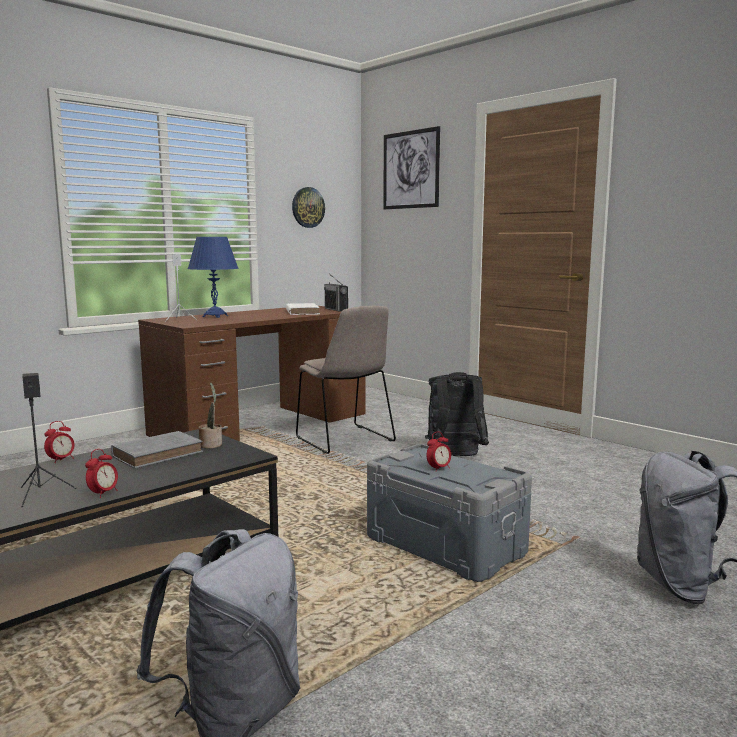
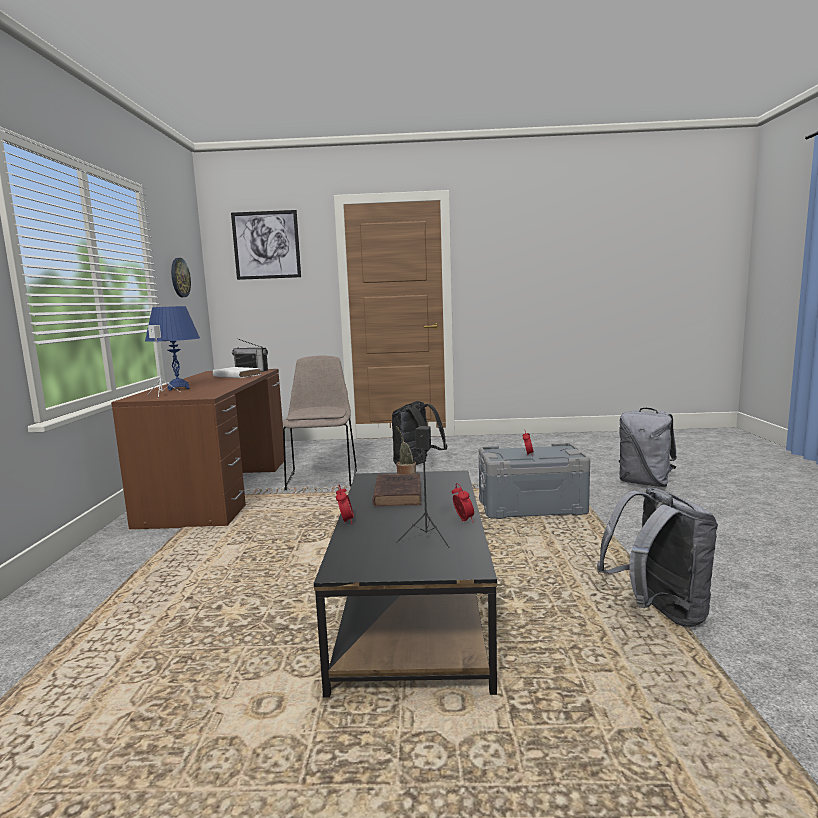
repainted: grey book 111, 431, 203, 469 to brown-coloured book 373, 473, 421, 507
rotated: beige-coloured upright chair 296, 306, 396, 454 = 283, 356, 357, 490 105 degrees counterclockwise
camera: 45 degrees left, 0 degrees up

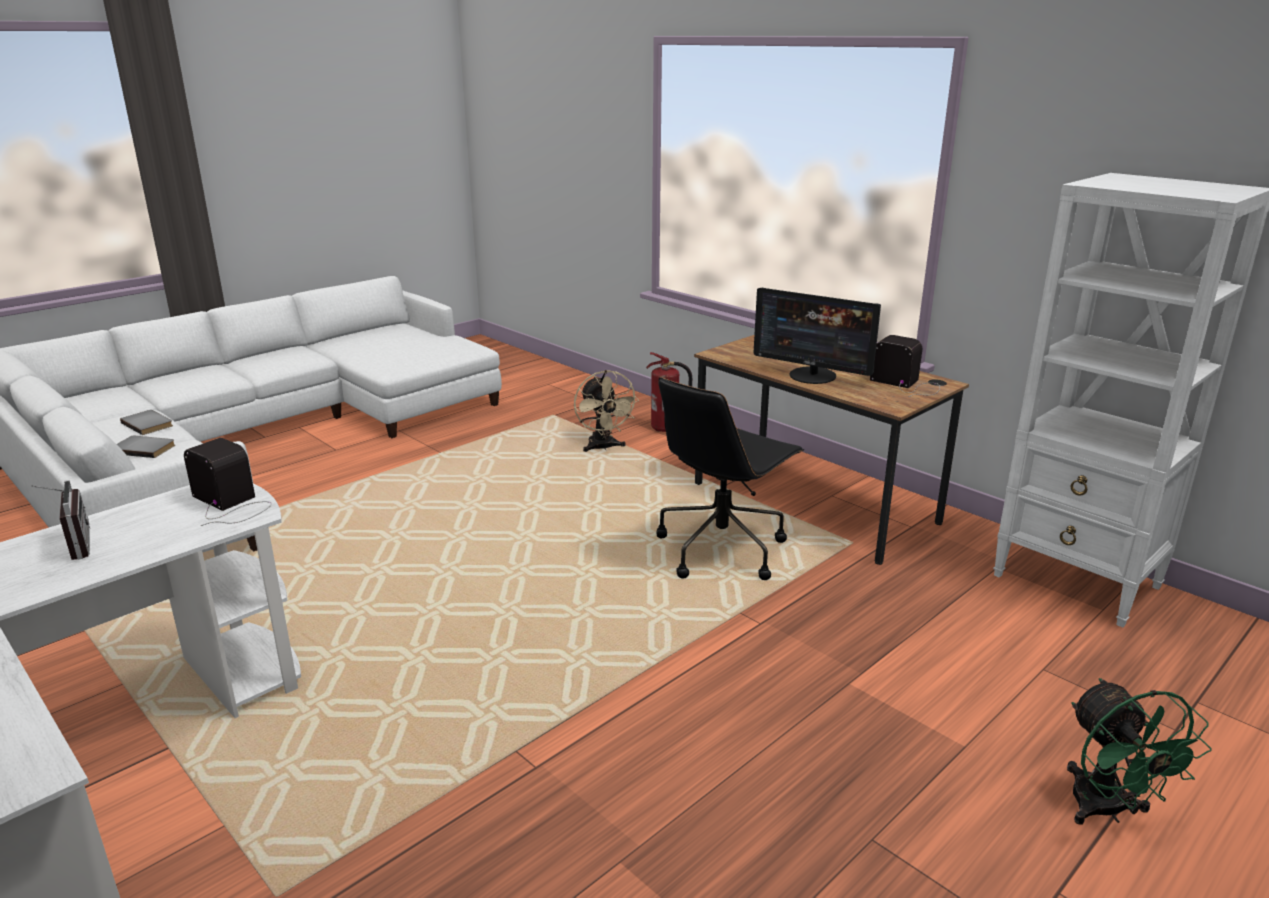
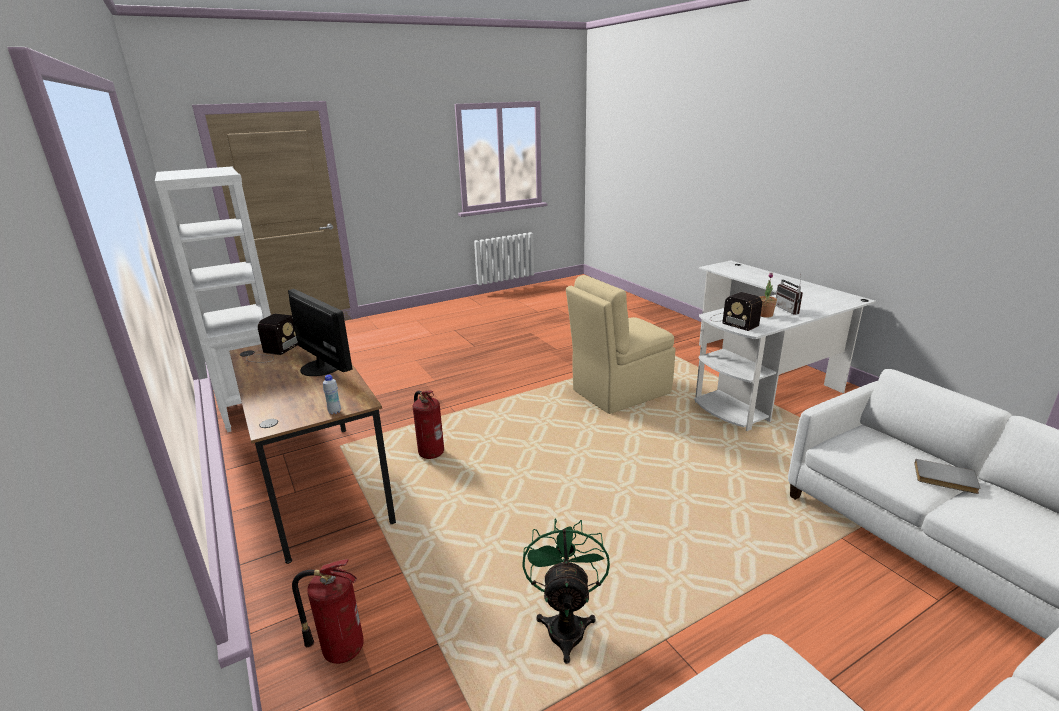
gone: beige-coloured cooling fan 574, 370, 639, 452; grey book 120, 410, 173, 435
new: plant in a pot 760, 273, 777, 318; beige-coloured upright chair 566, 275, 675, 414; whitish bottle 323, 375, 341, 414
shifted: green-coloured cooling fan 1067, 678, 1212, 825 to 522, 518, 610, 664
swapped: blackish desk chair 656, 377, 804, 580 to fire extinguisher 413, 390, 444, 459
rotated: radio receiver 870, 335, 940, 397 = 245, 314, 298, 362 120 degrees counterclockwise
camera: 165 degrees left, 0 degrees up

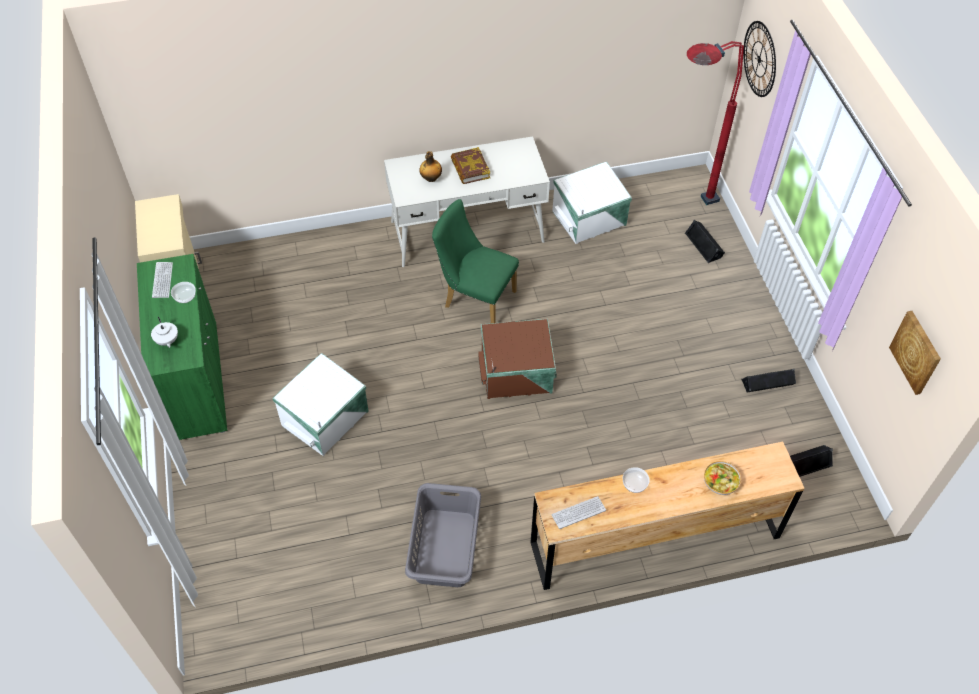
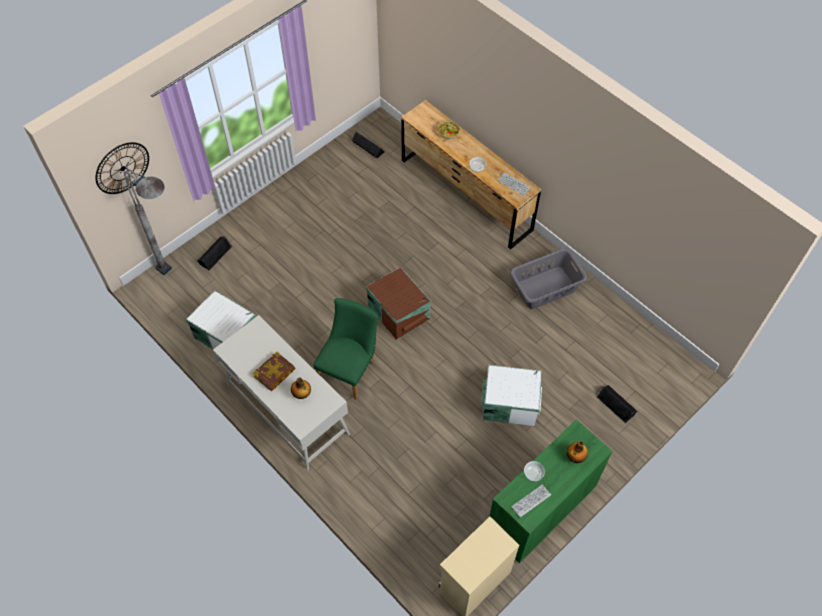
gone: wall picture 889, 311, 941, 395
shifted: blackish loudspeaker 741, 369, 796, 392 to 597, 385, 637, 424
swapped: whitish teapot 151, 317, 178, 348 to bottle 567, 441, 588, 463
repainted: reddish floor lamp 687, 41, 744, 205 to grey floor lamp 123, 168, 172, 275
rotated: green-coloured upright chair 432, 199, 519, 323 = 313, 298, 378, 400 150 degrees counterclockwise
camera: 120 degrees left, 5 degrees up

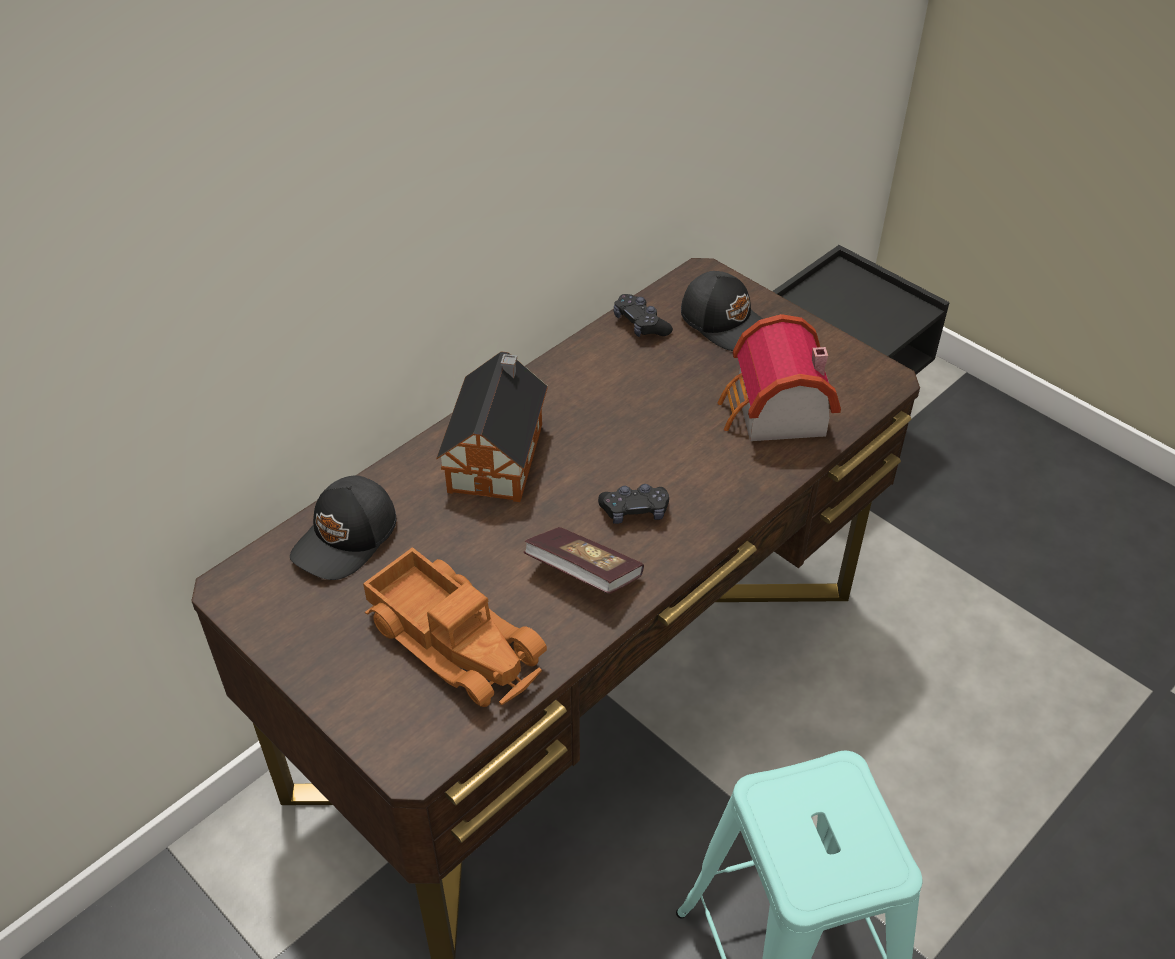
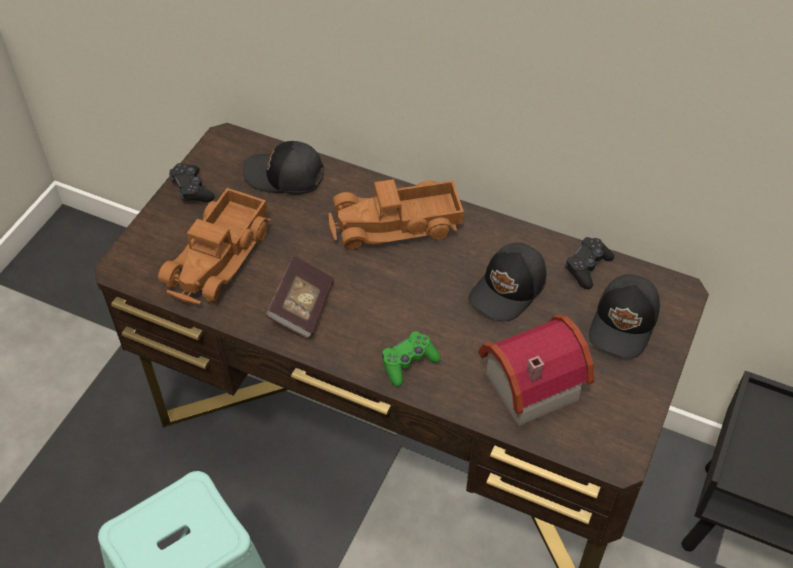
new: blackish peaked cap 468, 243, 546, 322; green-coloured game controller 382, 331, 441, 387
shifted: blackish game controller 598, 484, 669, 524 to 169, 163, 215, 202
swapped: miniature house 436, 351, 548, 502 to model truck 329, 179, 464, 249
camera: 70 degrees right, 5 degrees up

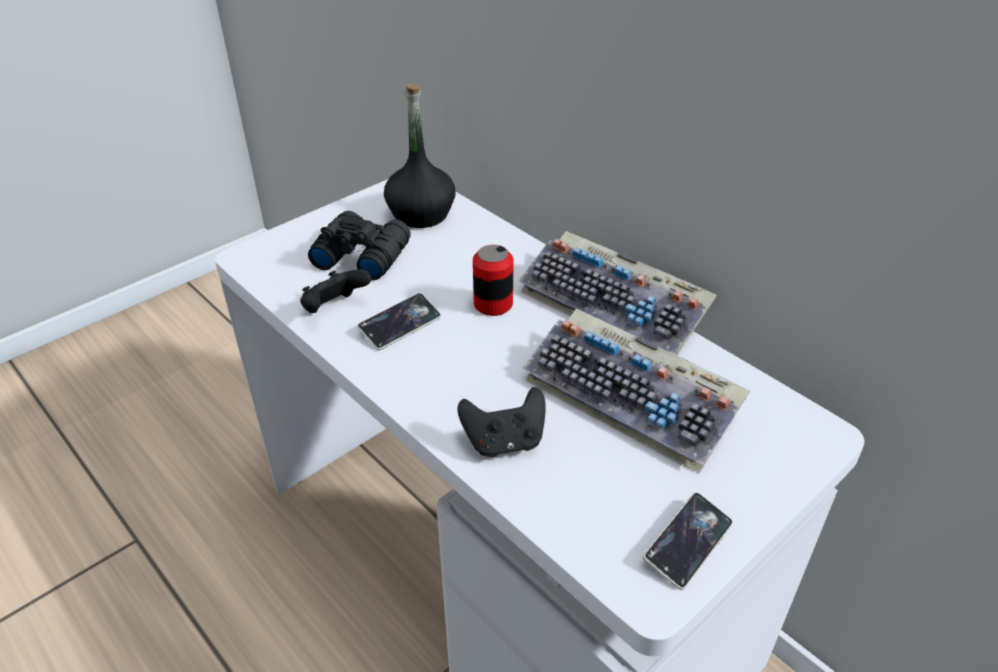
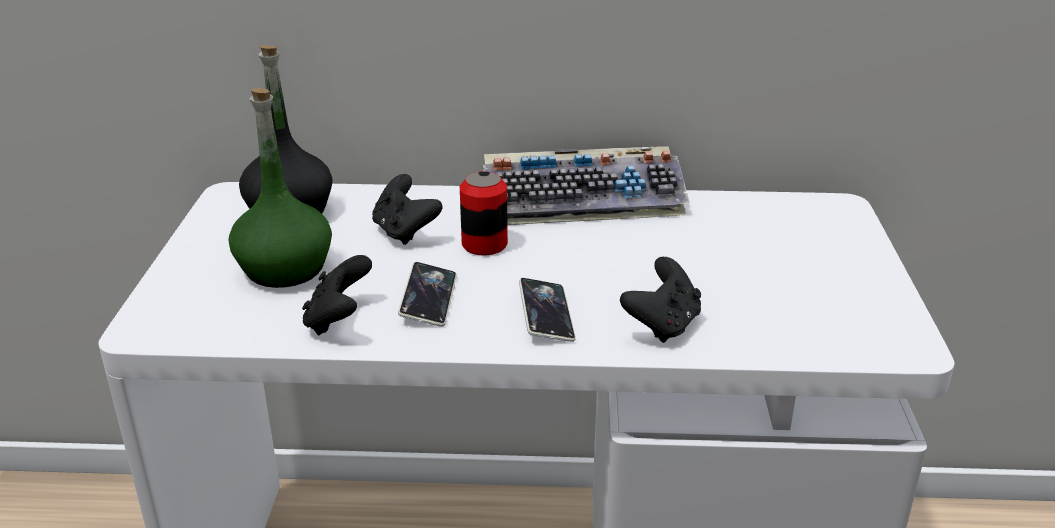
gone: PC keyboard 523, 309, 750, 473
new: blackish game controller 372, 174, 442, 245
shifted: handset 643, 492, 733, 590 to 519, 278, 576, 342
swapped: blackish binoculars 308, 211, 411, 280 to green-coloured bottle 229, 88, 332, 288
camera: 45 degrees left, 10 degrees down

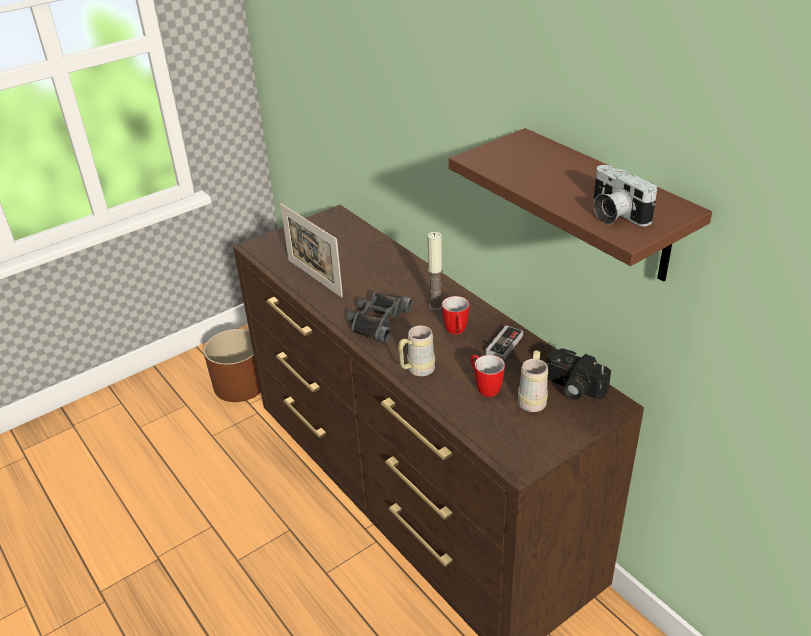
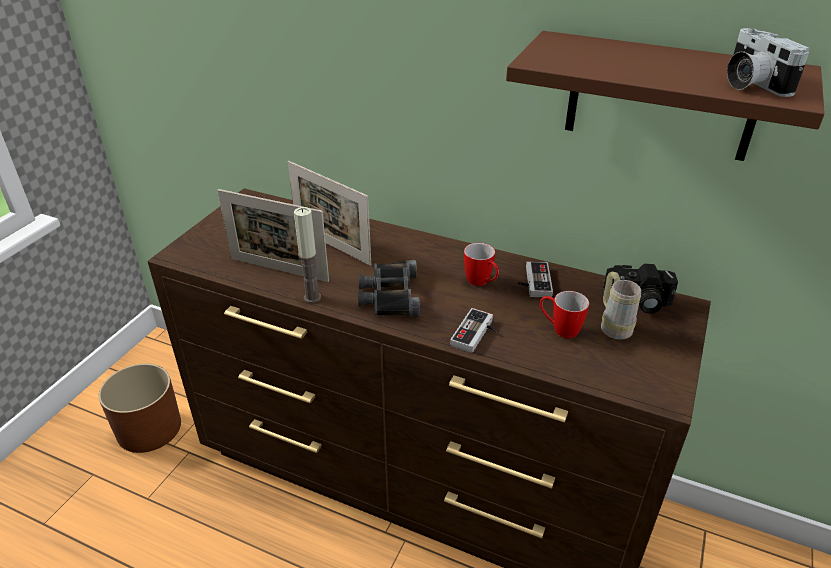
new: standing frame 288, 161, 371, 266
shifted: wax candle 428, 232, 443, 311 to 294, 207, 321, 303
swapped: beige-coloured coffee mug 398, 326, 435, 376 to game controller 450, 308, 498, 353
rotated: still camera 593, 165, 657, 227 = 727, 28, 810, 97 45 degrees clockwise
camera: 30 degrees left, 0 degrees up

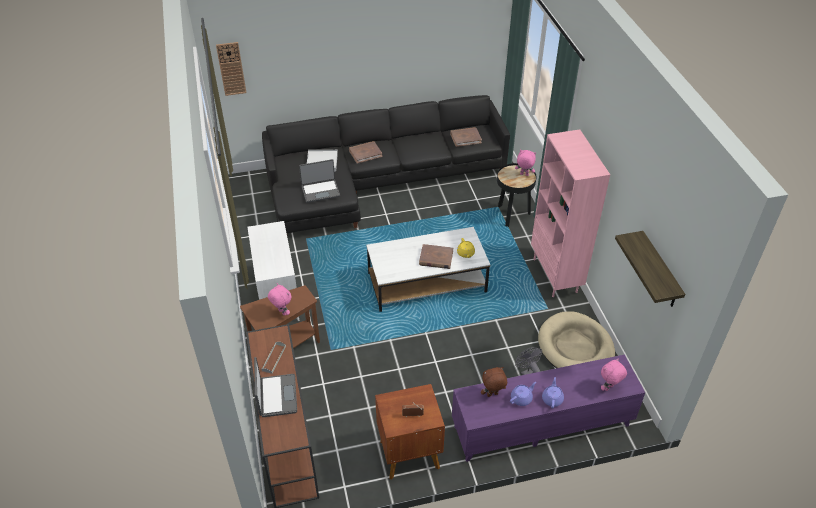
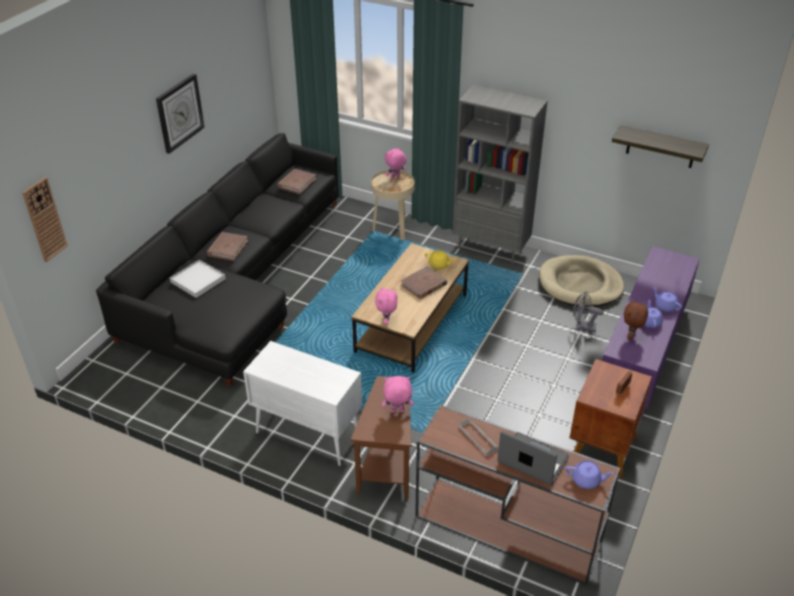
gone: portable computer 299, 159, 340, 203
new: wall clock 156, 74, 205, 154; purplish teapot 566, 461, 614, 489
shifted: pink soft toy 601, 358, 627, 391 to 375, 287, 397, 325
repainted: pink bookshelf 531, 129, 610, 297 to grey bookshelf 452, 85, 548, 264; blackish side table 497, 163, 537, 227 to beige-coloured side table 371, 170, 415, 241; whitish low table 366, 227, 490, 312 to brown-coloured low table 352, 243, 469, 373
camera: 50 degrees left, 5 degrees down

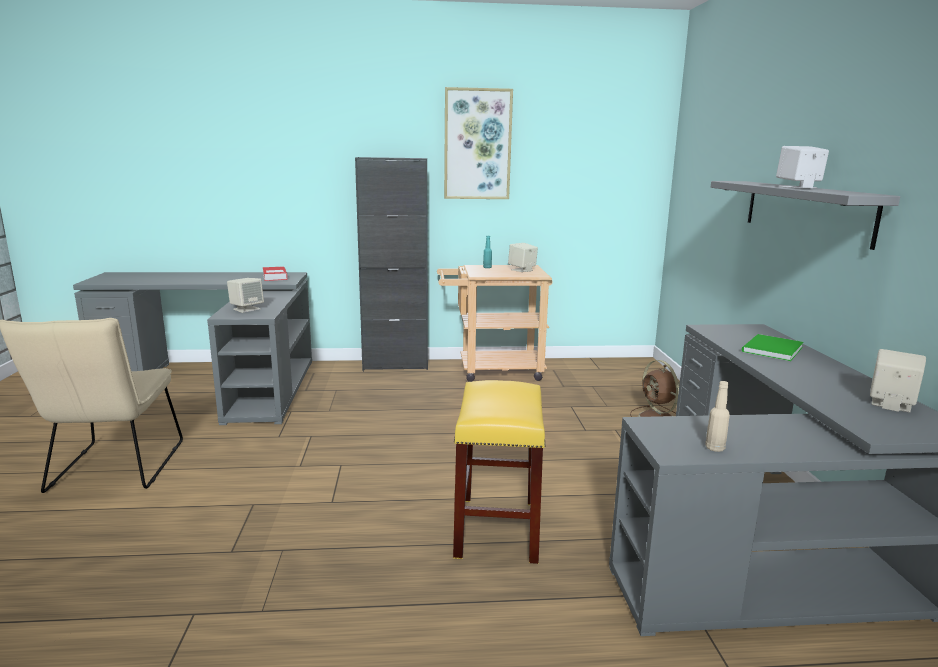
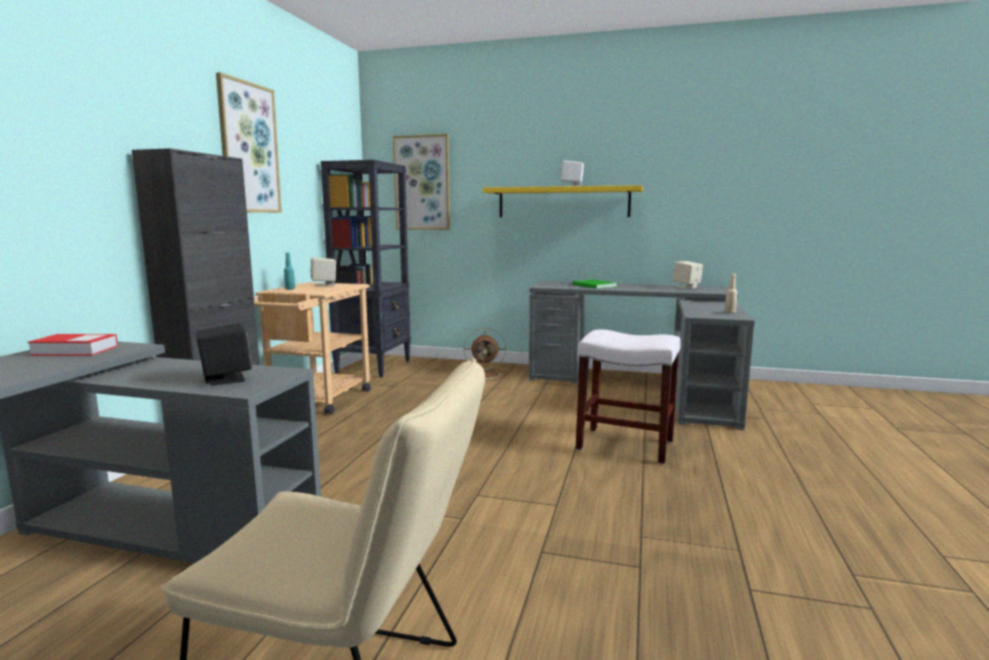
new: wall picture 393, 134, 450, 230; blackish bookshelf 321, 160, 411, 378
repainted: grey bracket shelf 711, 181, 900, 250 to yellow bracket shelf 483, 185, 643, 217; beige-coloured loudspeaker 227, 278, 264, 313 to blackish loudspeaker 196, 323, 252, 385; yellow sitting stool 453, 380, 546, 564 to whitish sitting stool 576, 329, 681, 465
camera: 70 degrees left, 5 degrees down

